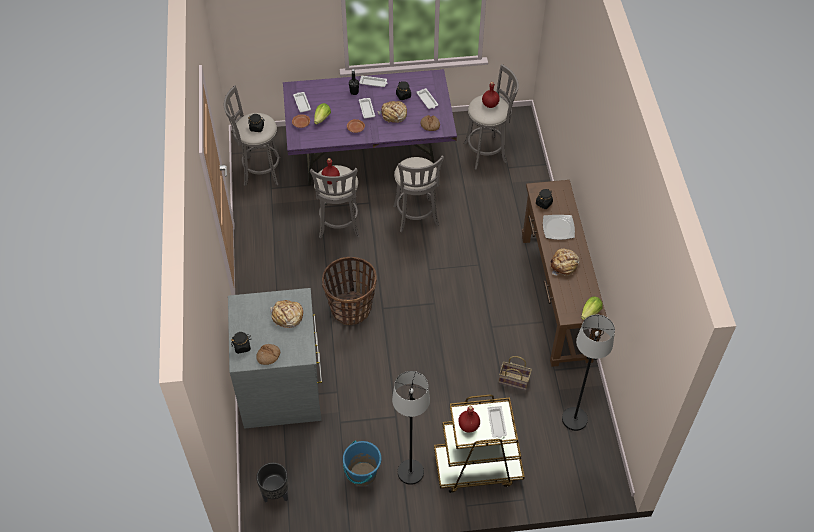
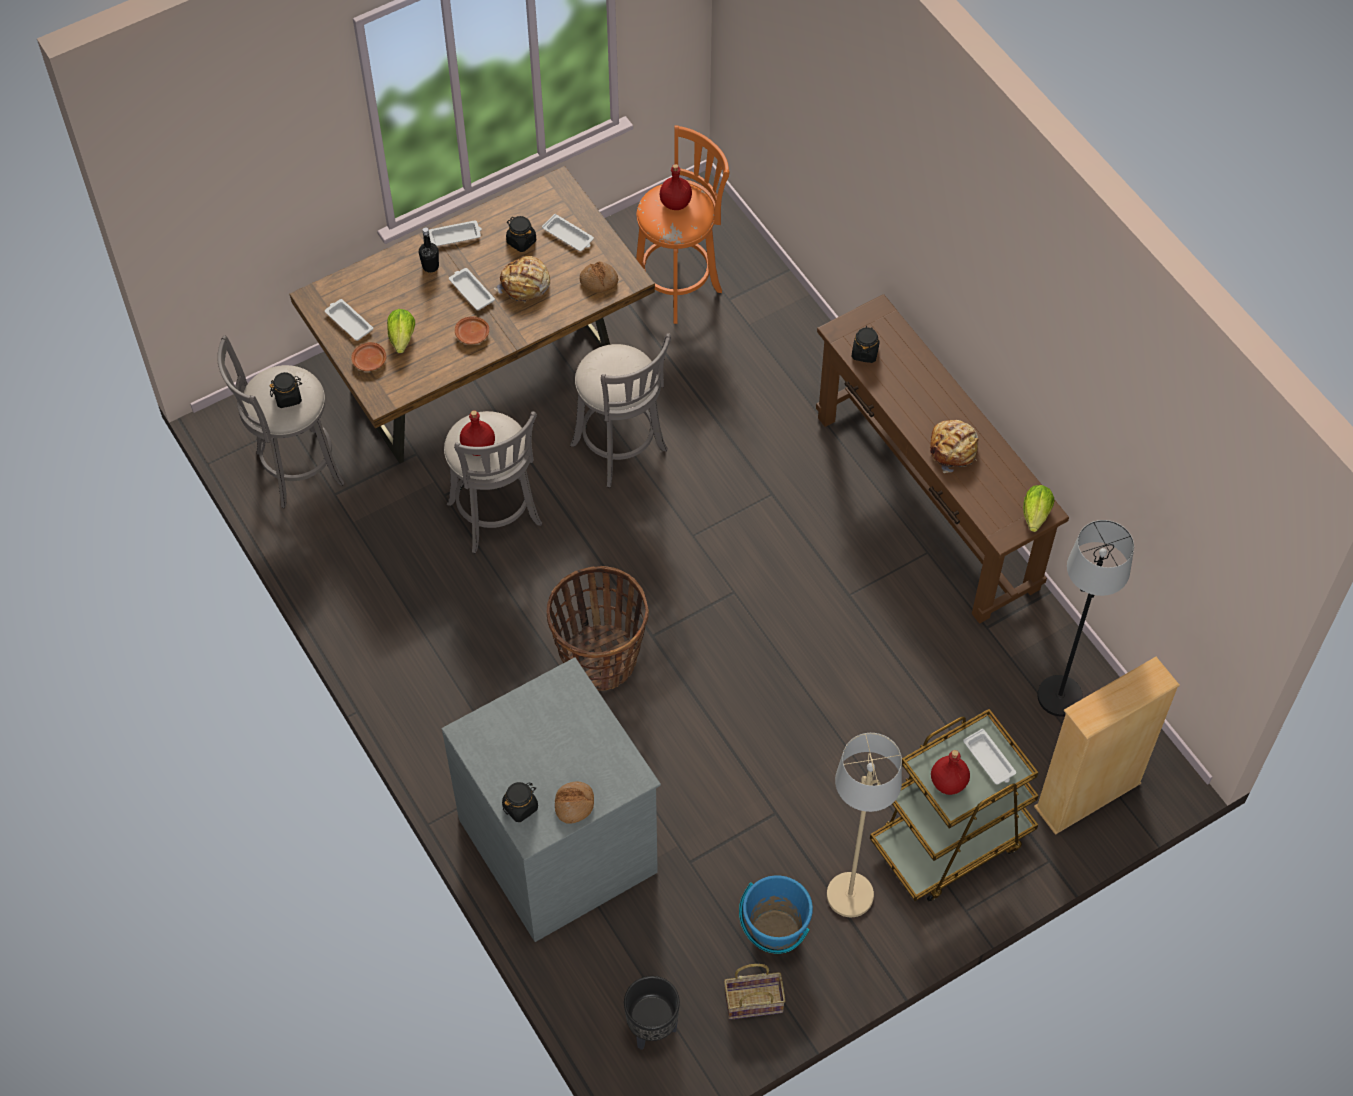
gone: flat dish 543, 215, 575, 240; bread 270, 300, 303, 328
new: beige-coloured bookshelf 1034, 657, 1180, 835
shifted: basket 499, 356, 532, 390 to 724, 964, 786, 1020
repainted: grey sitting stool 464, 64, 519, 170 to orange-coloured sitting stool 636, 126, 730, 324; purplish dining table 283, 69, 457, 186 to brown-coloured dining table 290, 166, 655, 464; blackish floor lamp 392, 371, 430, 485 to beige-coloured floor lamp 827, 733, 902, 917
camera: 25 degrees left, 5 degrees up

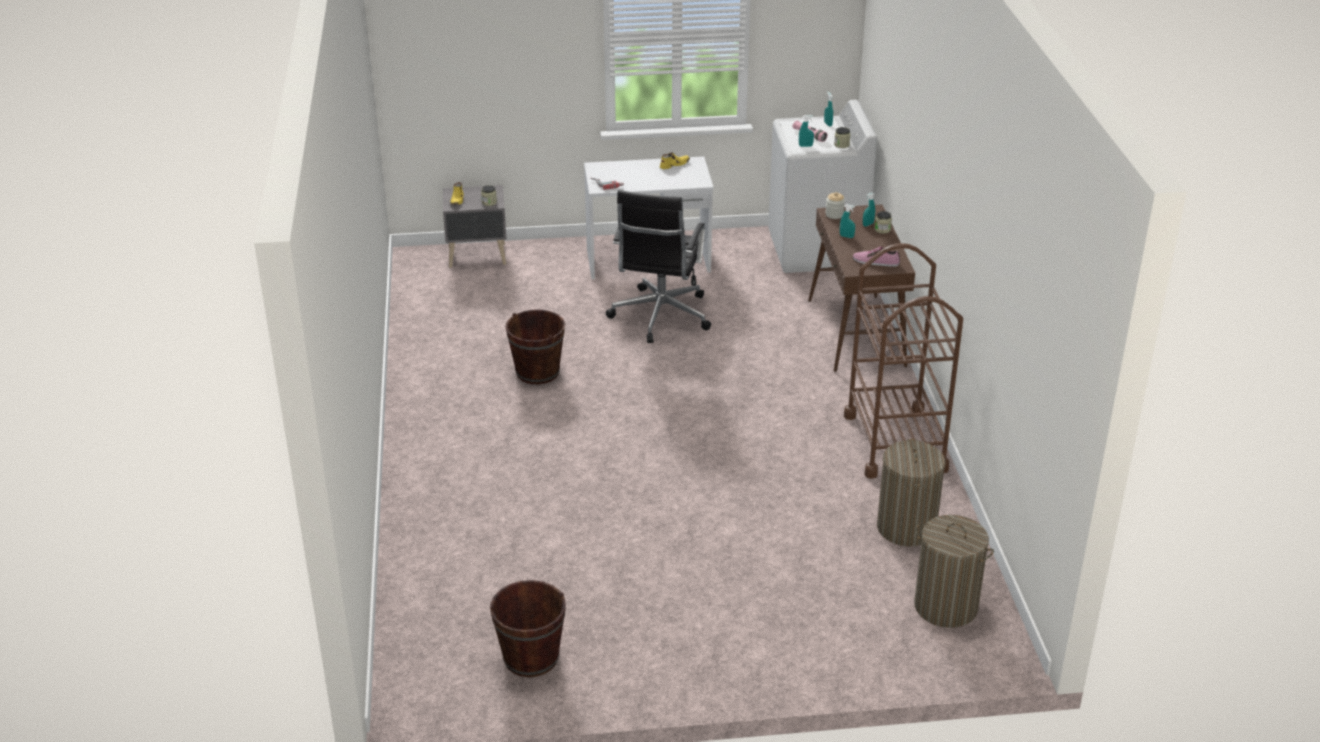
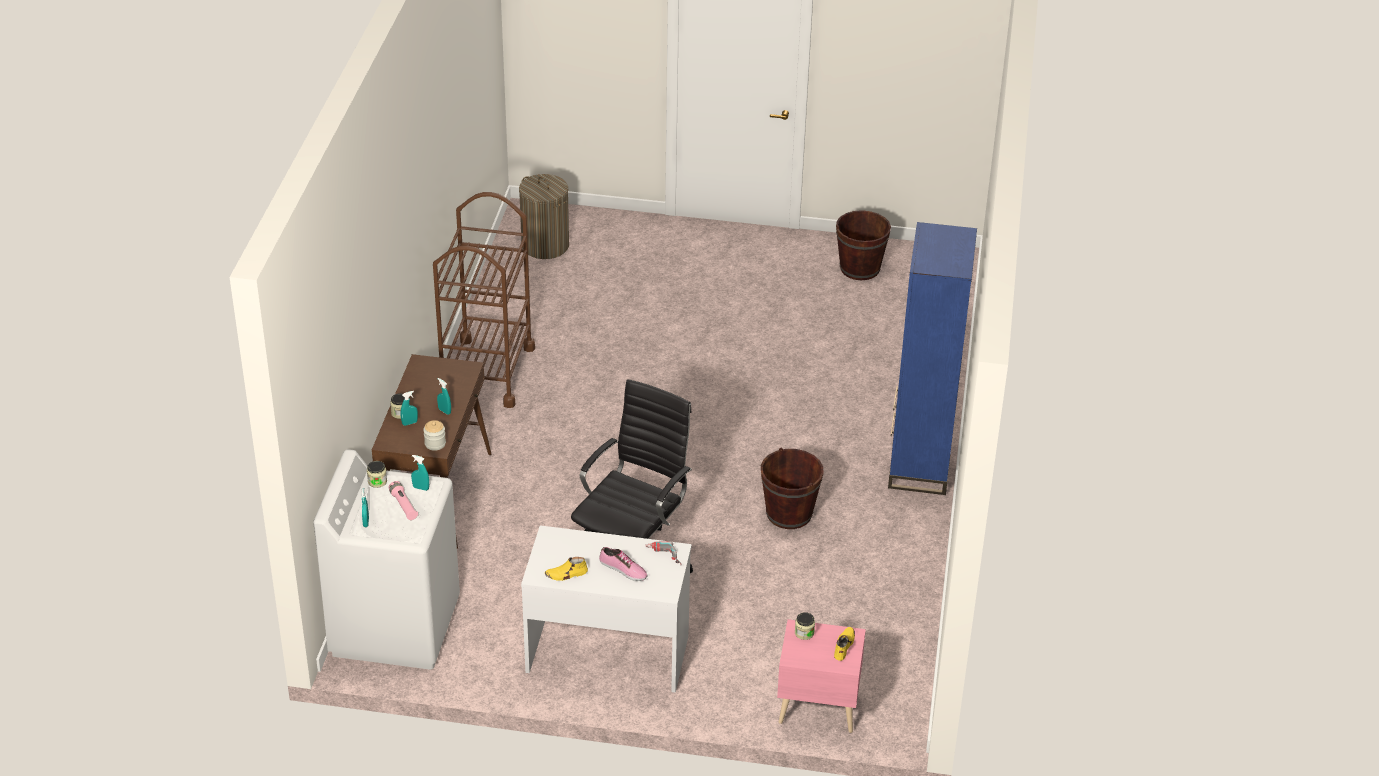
gone: laundry basket 877, 439, 946, 546
new: bluish bookshelf 888, 222, 977, 495
shifted: low shoe 853, 247, 900, 267 to 599, 547, 647, 581
repainted: grey bedside table 443, 185, 507, 268 to pink bedside table 777, 619, 866, 733
camera: 165 degrees left, 5 degrees up

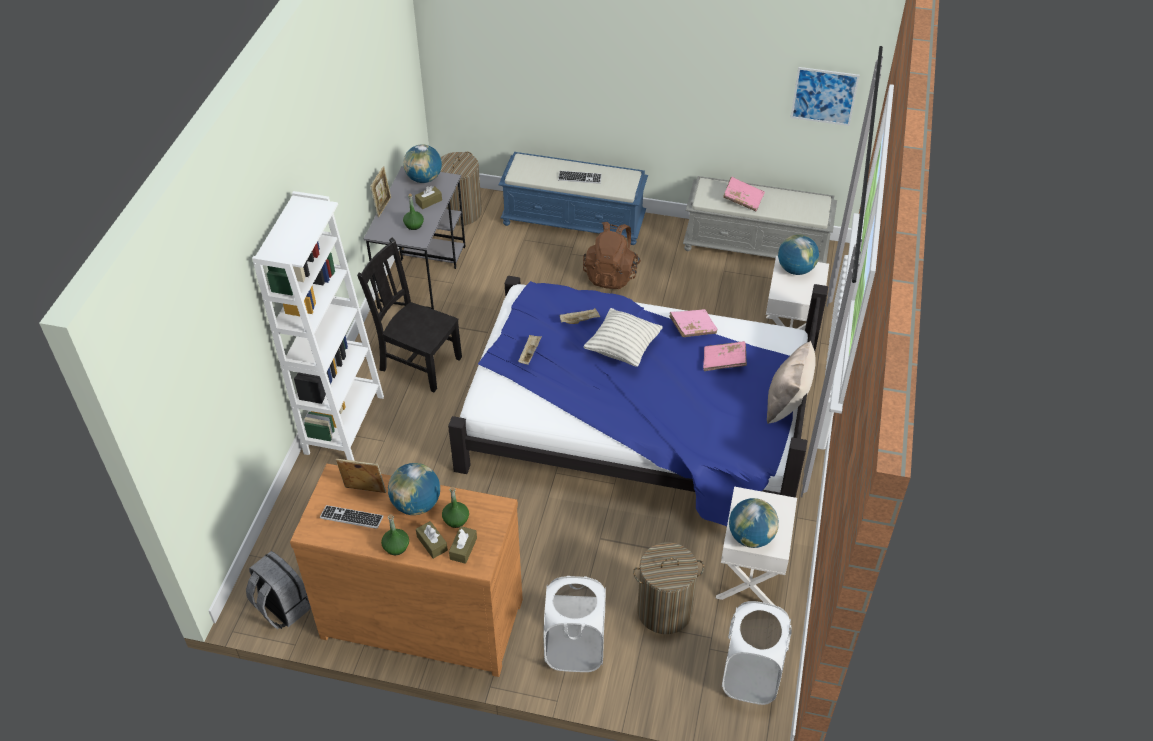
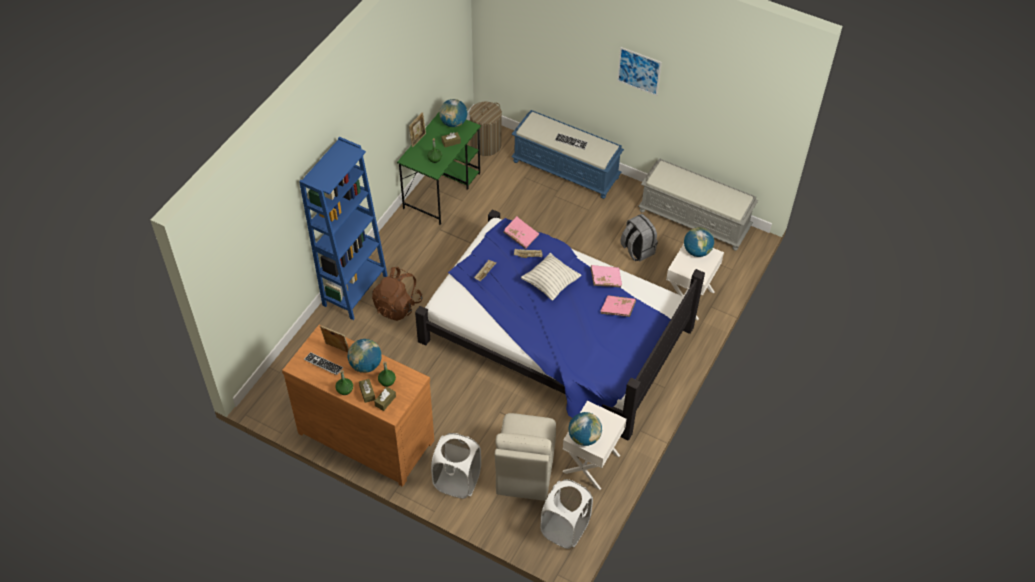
gone: blackish upright chair 357, 238, 462, 392; beige-coloured cushion 767, 341, 816, 424
shifted: wall picture 791, 67, 860, 126 to 617, 47, 662, 96; pink book 723, 177, 765, 211 to 503, 216, 539, 249; brown-coloured knapsack 583, 222, 641, 289 to 372, 267, 422, 321; grey knapsack 246, 551, 311, 629 to 620, 214, 658, 261
swapped: laundry basket 633, 542, 704, 634 to beige-coloured upright chair 495, 413, 556, 501
repainted: grey desk table 364, 166, 466, 310 to green-coloured desk table 397, 113, 481, 225; whitish bookshelf 252, 191, 384, 461 to bluish bookshelf 299, 137, 388, 320
camera: 15 degrees right, 5 degrees up

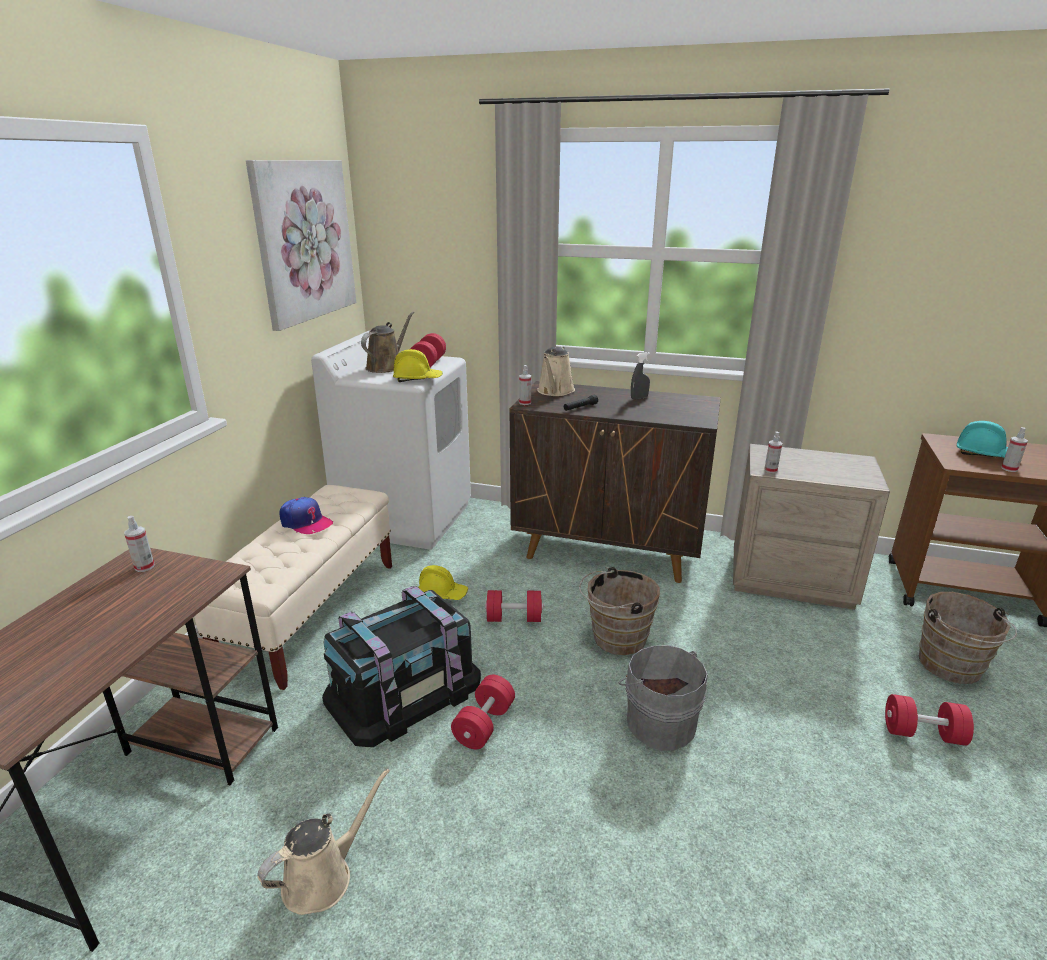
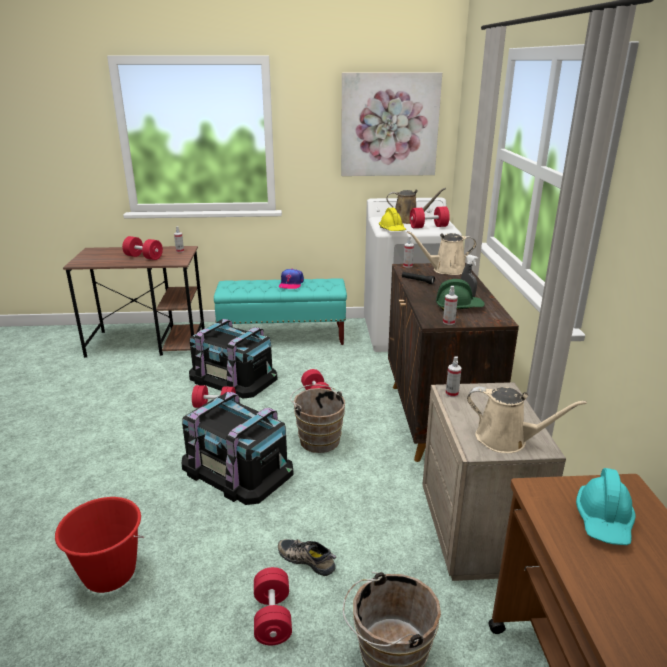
gone: yellow safety helmet 418, 565, 468, 600
new: reddish hand weight 122, 236, 163, 260; green-coloured safety helmet 436, 279, 485, 311; reddish bucket 55, 497, 145, 593; low shoe 278, 539, 336, 576
shifted: spray bottle 1001, 427, 1028, 472 to 443, 286, 458, 325; beige-coloured watering pot 257, 768, 390, 915 to 467, 387, 587, 453
swapped: grey bucket 618, 645, 708, 751 to blackish storage box 182, 392, 294, 505
repainted: beige-coloured bench 194, 485, 392, 690 to blue-green bench 214, 278, 347, 345
camera: 70 degrees right, 0 degrees up

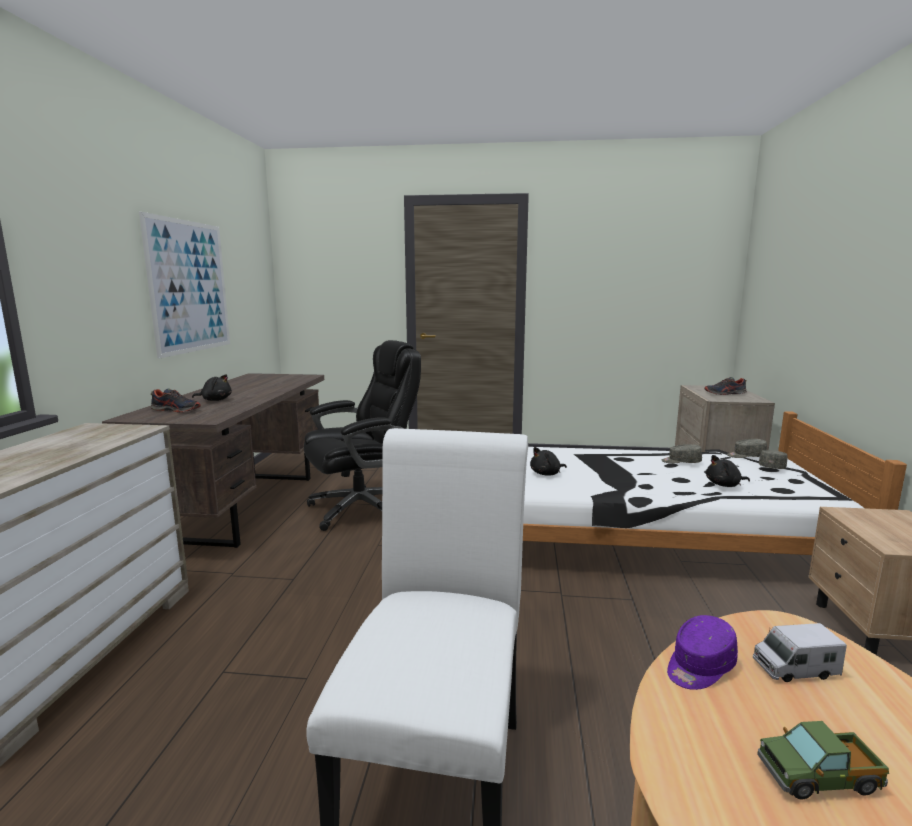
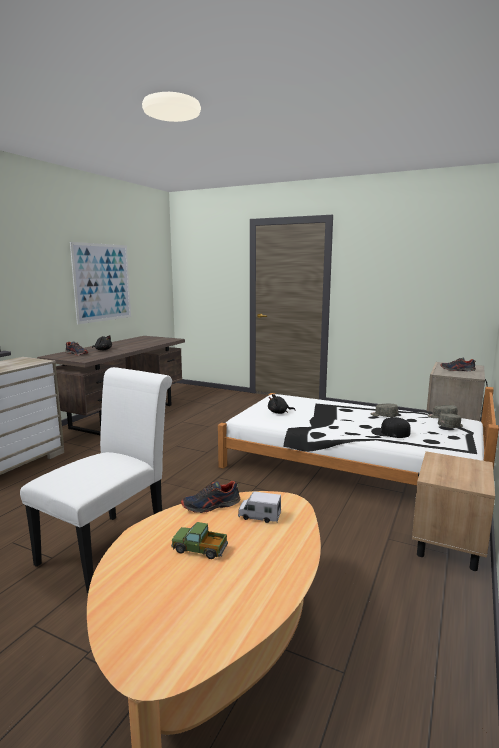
gone: blackish desk chair 304, 340, 421, 531
swapped: blackish soft toy 706, 455, 750, 487 to blackish peaked cap 371, 417, 411, 438; purplish peaked cap 667, 615, 738, 690 to low shoe 181, 480, 240, 513
camera: 20 degrees right, 0 degrees up

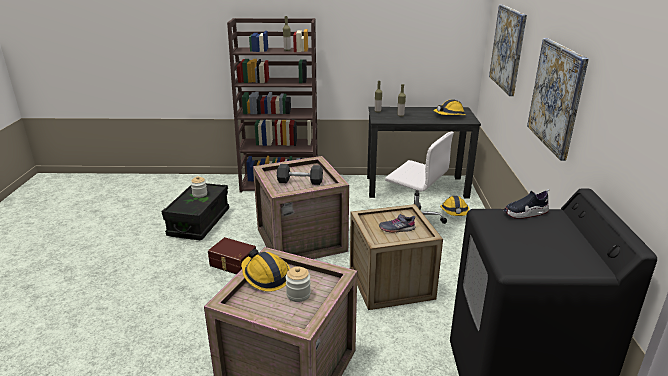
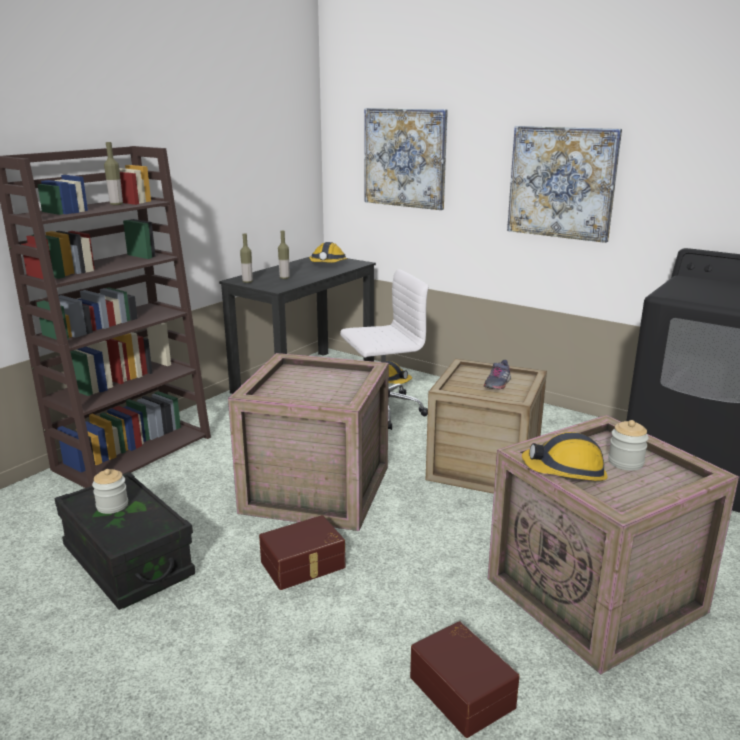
gone: grey hand weight 277, 164, 323, 185; low shoe 503, 189, 550, 219
new: brown-coloured storage box 410, 621, 519, 738
camera: 55 degrees left, 5 degrees down

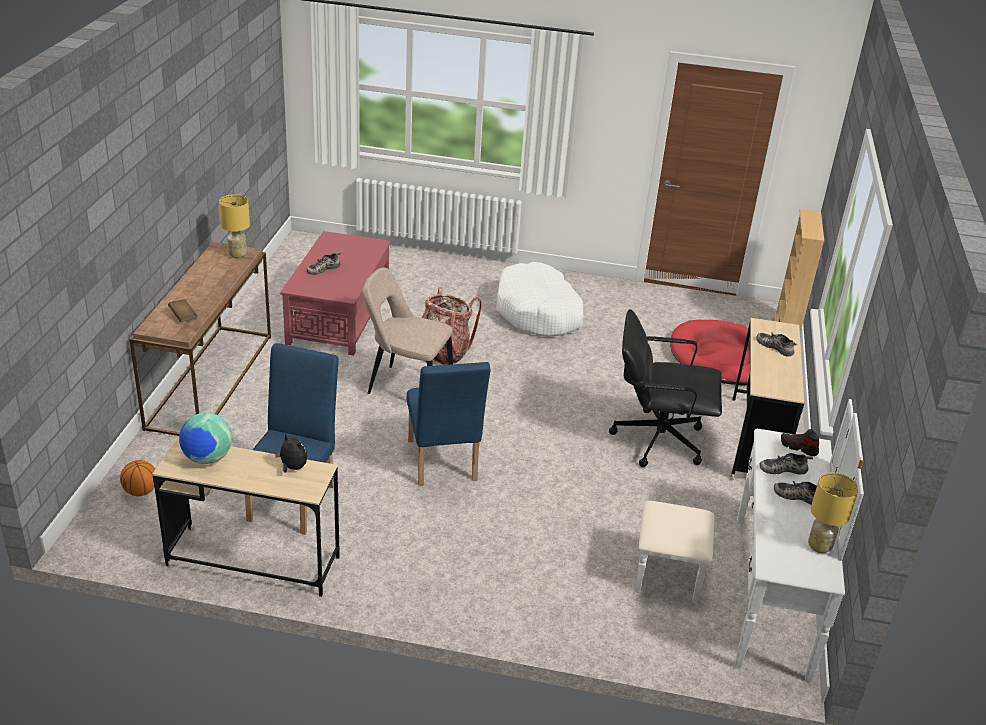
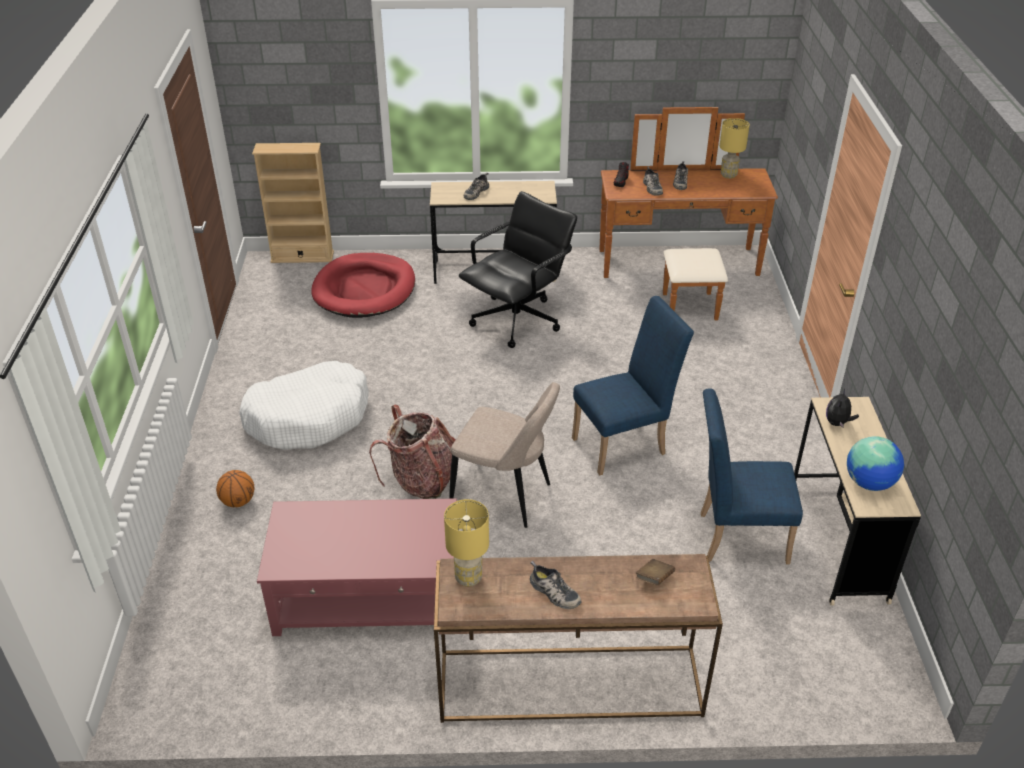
shifted: low shoe 306, 253, 341, 275 to 530, 561, 581, 609; ball for basketball 120, 460, 155, 496 to 216, 470, 255, 507
repainted: whitish chest of drawers 635, 399, 864, 683 to brown-coloured chest of drawers 599, 107, 778, 320
rotated: beige-coloured upright chair 362, 268, 453, 394 = 449, 382, 560, 528 75 degrees counterclockwise; blackish desk chair 609, 309, 722, 467 = 459, 191, 577, 348 135 degrees counterclockwise
camera: 100 degrees left, 5 degrees up

